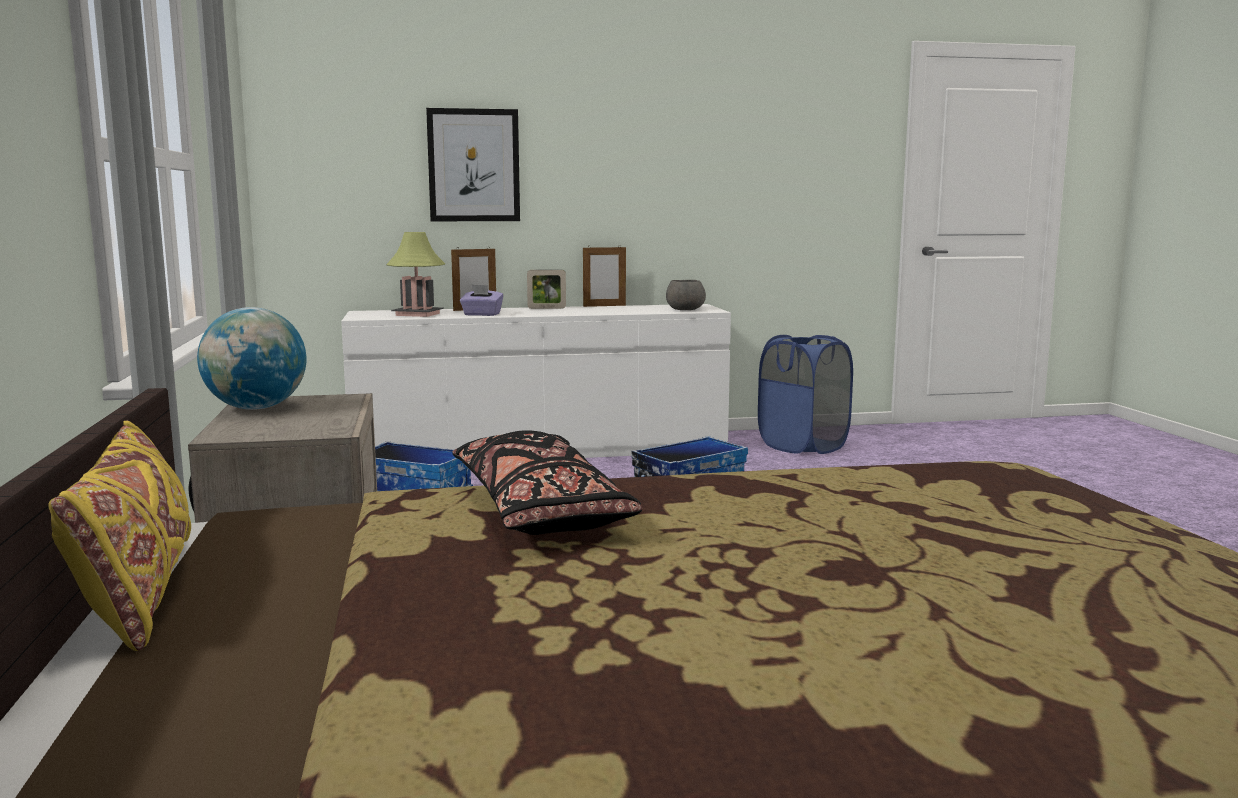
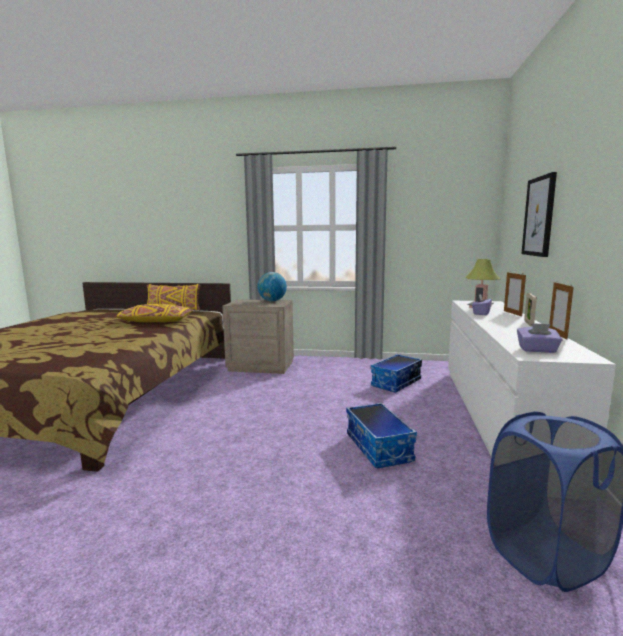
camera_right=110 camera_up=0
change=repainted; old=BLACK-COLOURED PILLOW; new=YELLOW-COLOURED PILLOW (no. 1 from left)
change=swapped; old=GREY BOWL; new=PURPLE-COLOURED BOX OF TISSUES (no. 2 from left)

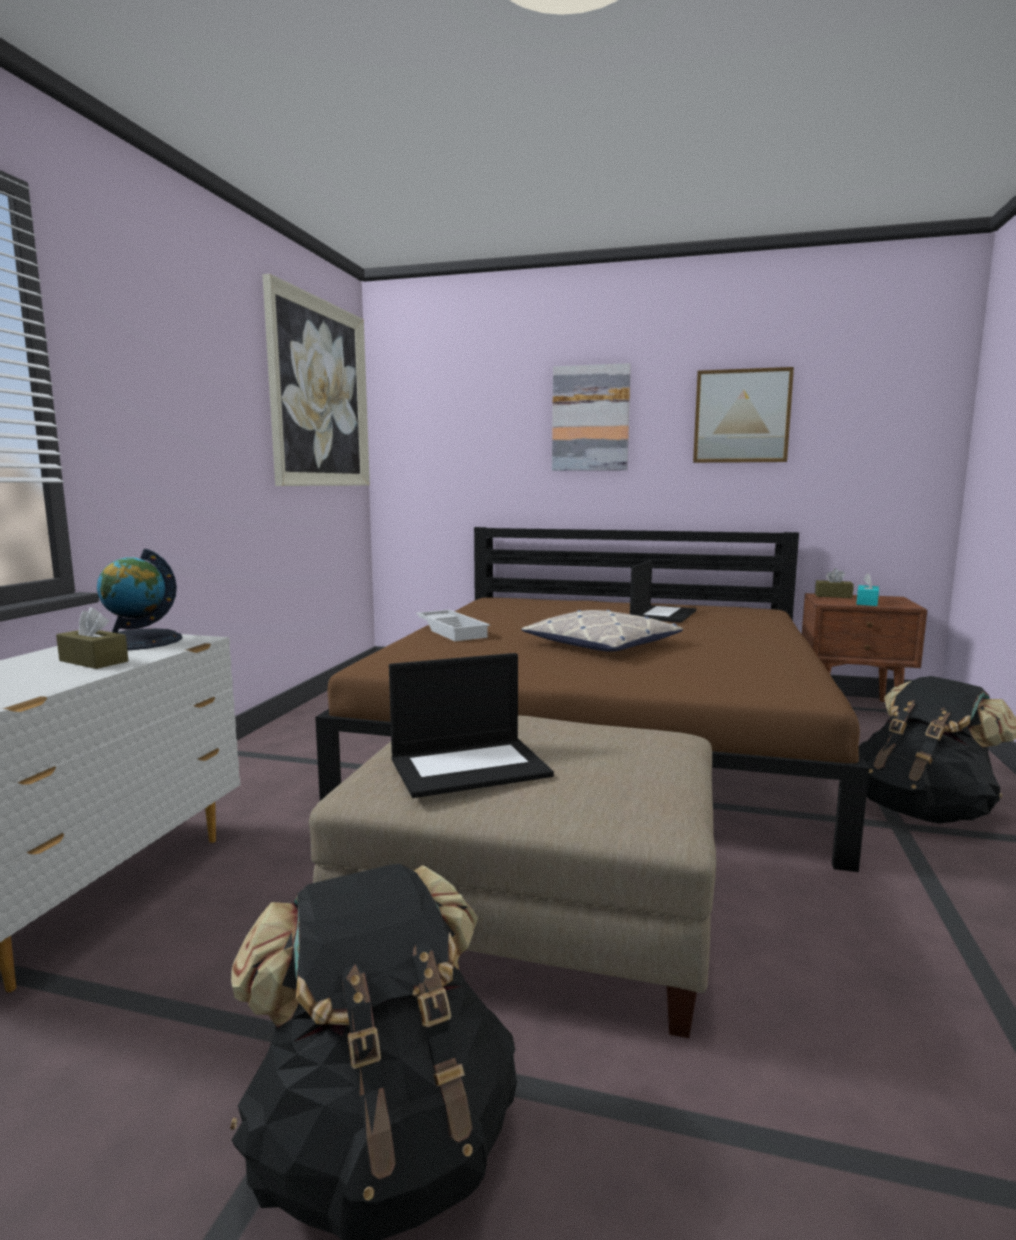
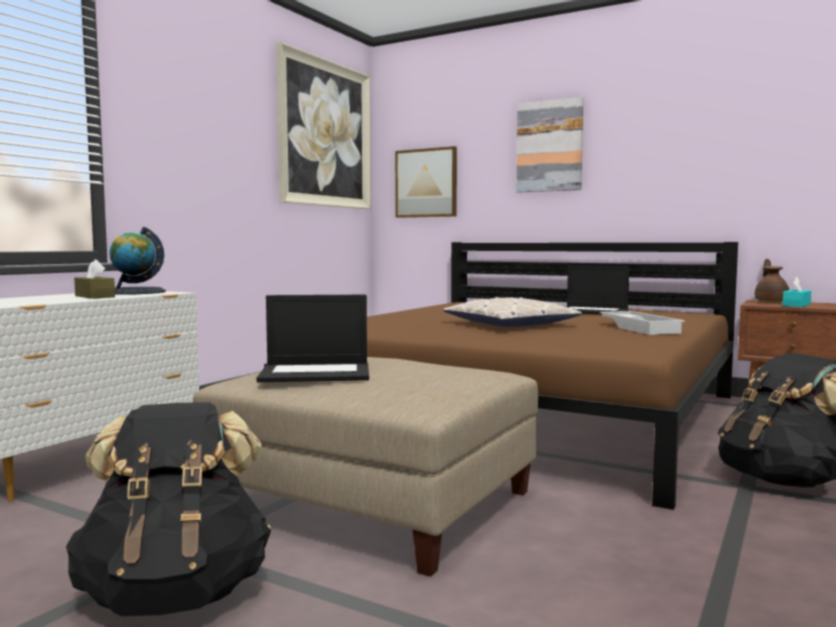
camera_right=15 camera_up=-5
change=shifted; old=WHITE CARRYING TRAY
change=rotated; old=PORTABLE COMPUTER (no. 2 from left); degrees=75
change=shifted; old=WALL ART (no. 3 from left in the first image); new=WALL ART (no. 2 from left)
change=swapped; old=BROWN-COLOURED BOX OF TISSUES (no. 2 from left); new=BROWN-COLOURED TEAPOT

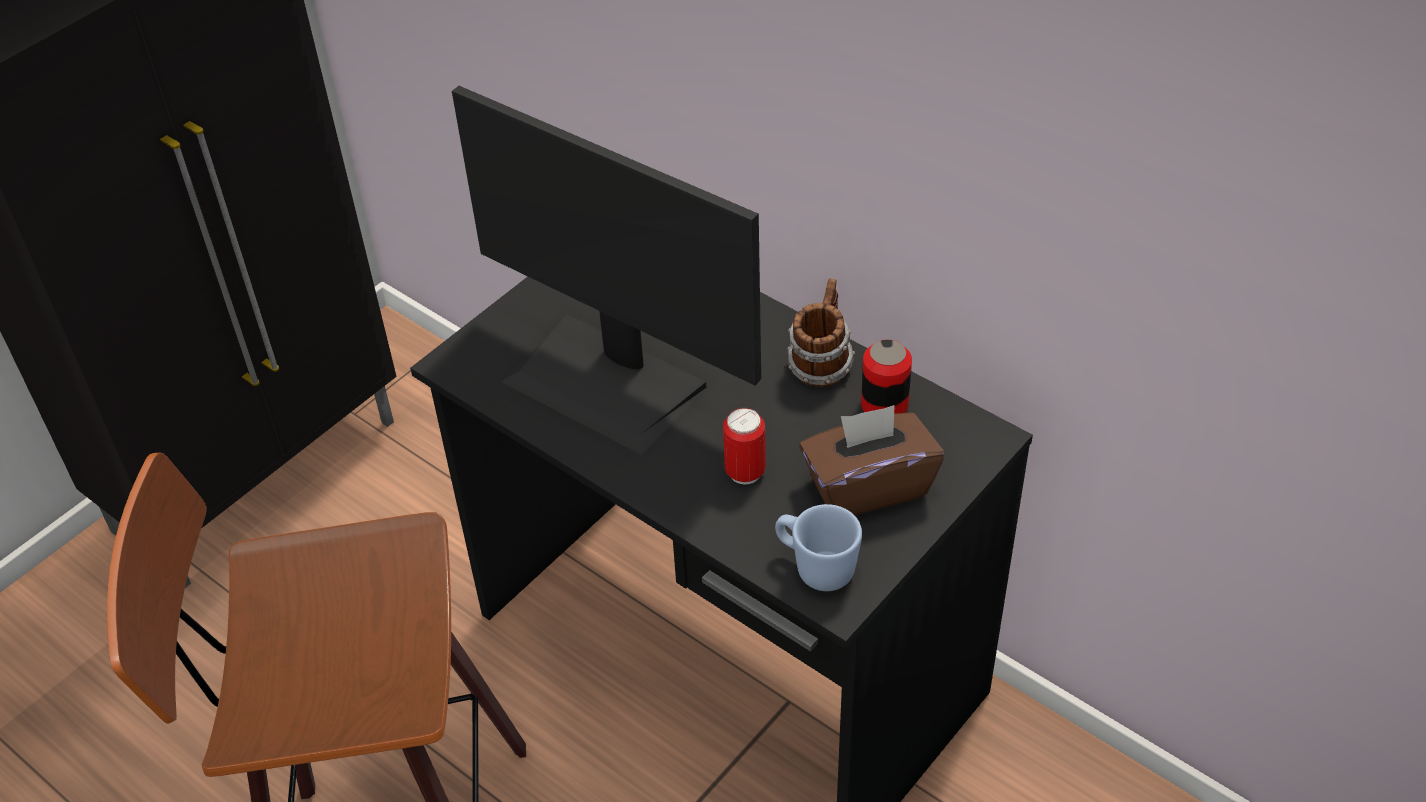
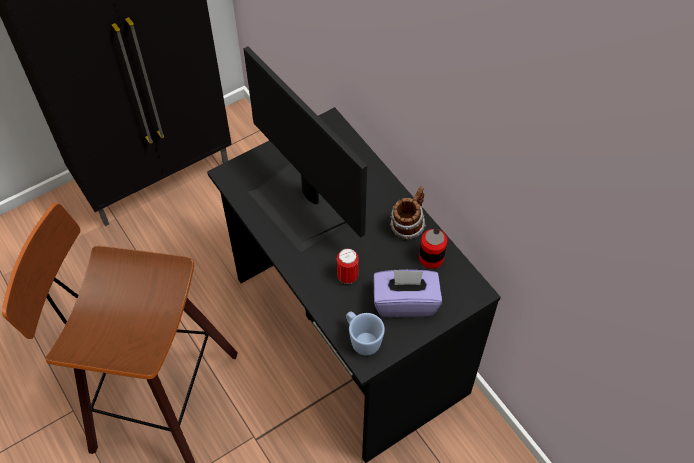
camera_right=15 camera_up=10
change=repainted; old=BROWN-COLOURED BOX OF TISSUES; new=PURPLE-COLOURED BOX OF TISSUES

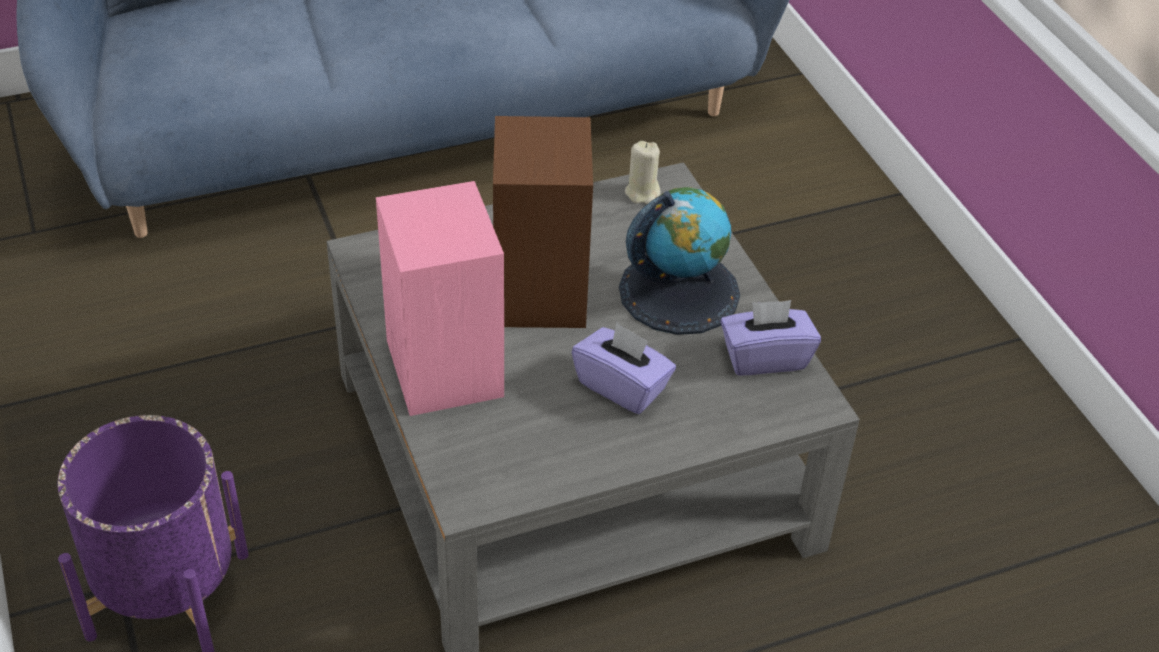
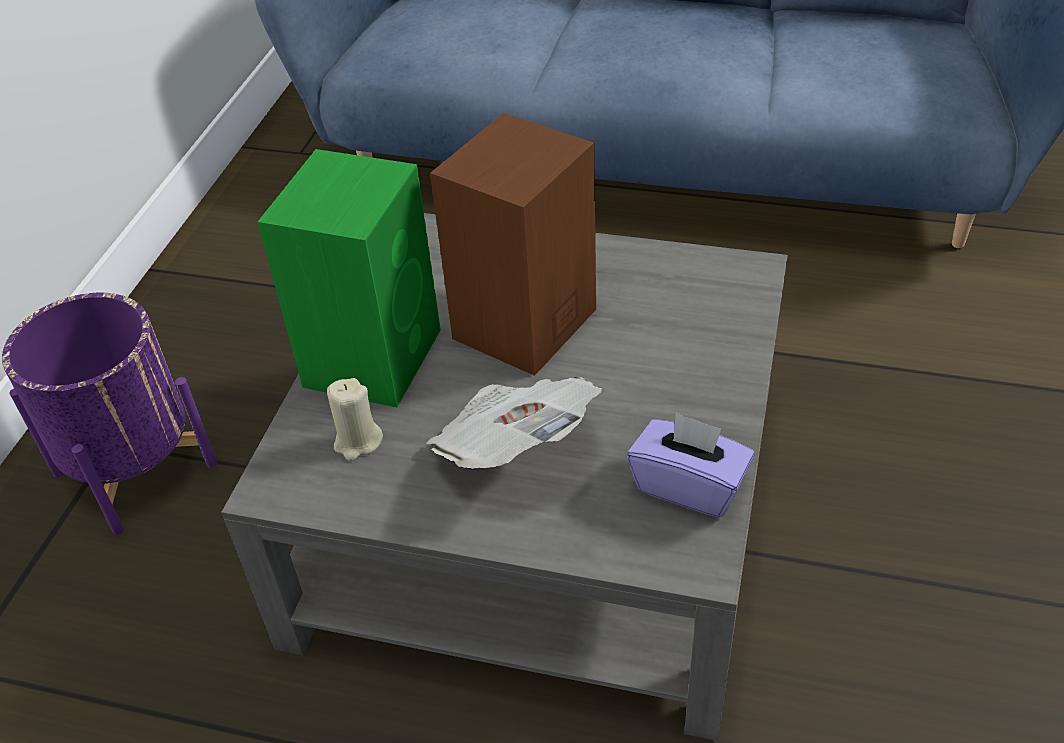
camera_right=40 camera_up=0
change=repainted; old=PINK-COLOURED AUDIO SPEAKER; new=GREEN-COLOURED AUDIO SPEAKER
change=swapped; old=PURPLE-COLOURED BOX OF TISSUES (no. 1 from left); new=PRINTED PAPER
change=gone; old=WORLD GLOBE
change=shifted; old=BEIGE-COLOURED CANDLE

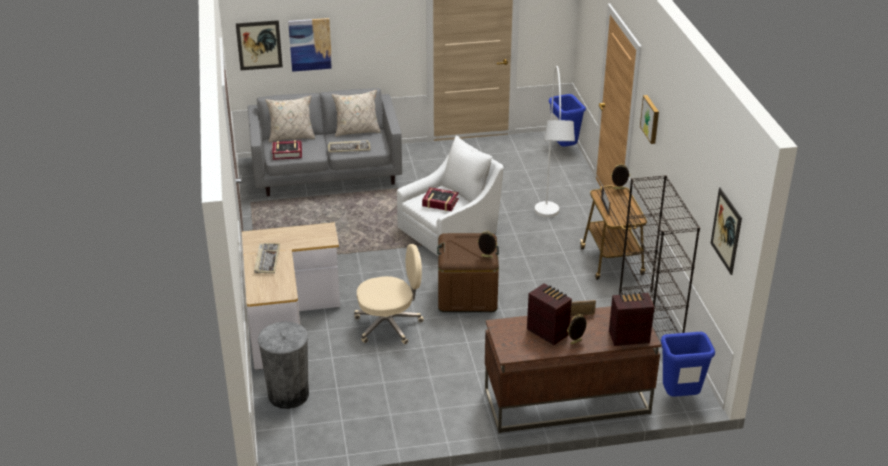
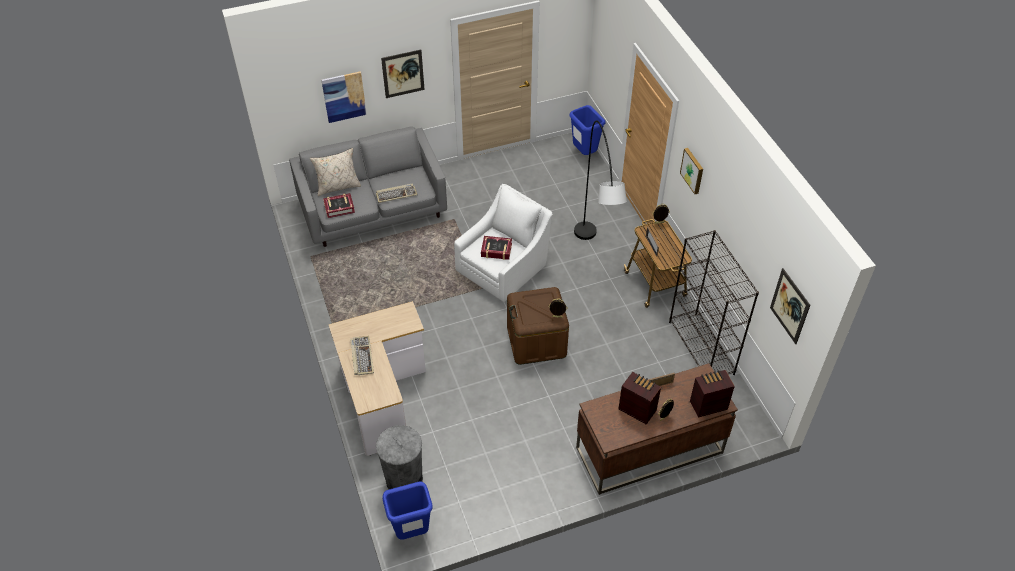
camera_right=-10 camera_up=15
change=shifted; old=WALL ART (no. 1 from left in the first image); new=WALL ART (no. 2 from left)
change=gone; old=BEIGE-COLOURED PILLOW (no. 2 from left)
change=gone; old=BEIGE-COLOURED DESK CHAIR
change=repainted; old=WHITE FLOOR LAMP; new=BLACK-COLOURED FLOOR LAMP
change=shifted; old=BLUISH TRASH CAN (no. 2 from left in the first image); new=BLUISH TRASH CAN (no. 1 from left)

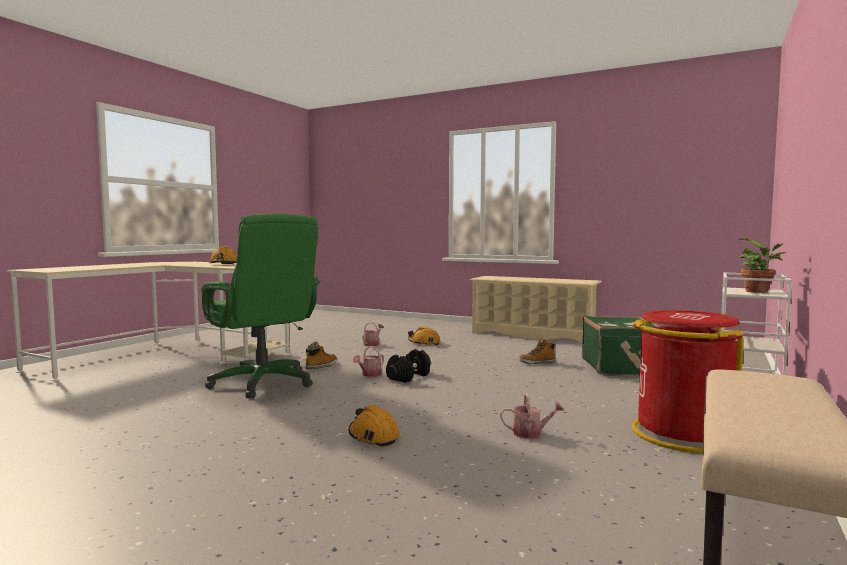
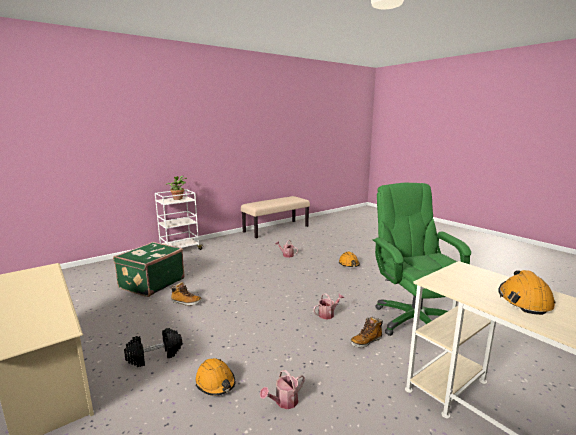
camera_right=-155 camera_up=10
change=shifted; old=BLACK-COLOURED DUMBBELL
change=gone; old=RED TRASH CAN

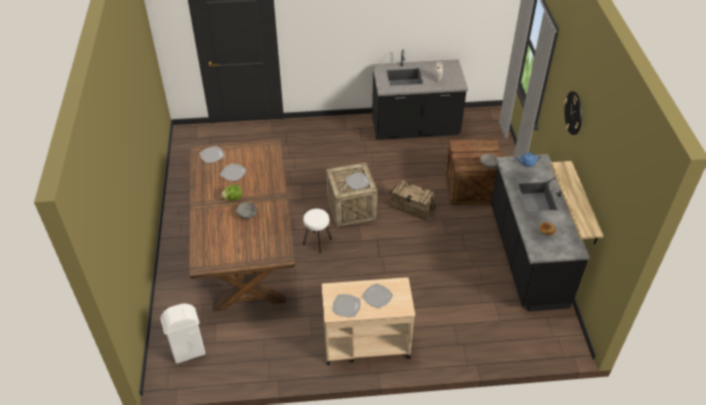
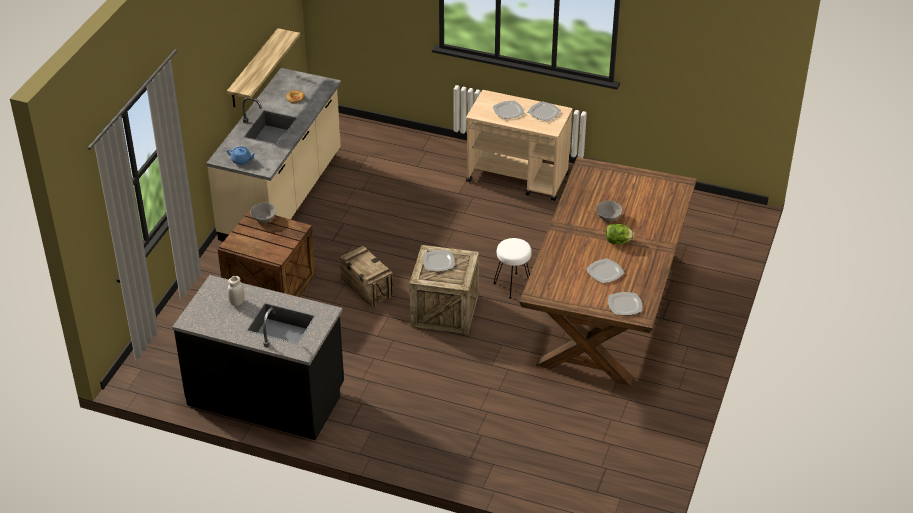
camera_right=-155 camera_up=-5
change=gone; old=WHITE TRASH CAN
change=repainted; old=BLACK-COLOURED COUNTER (no. 2 from left); new=BEIGE-COLOURED COUNTER
change=gone; old=WALL CLOCK

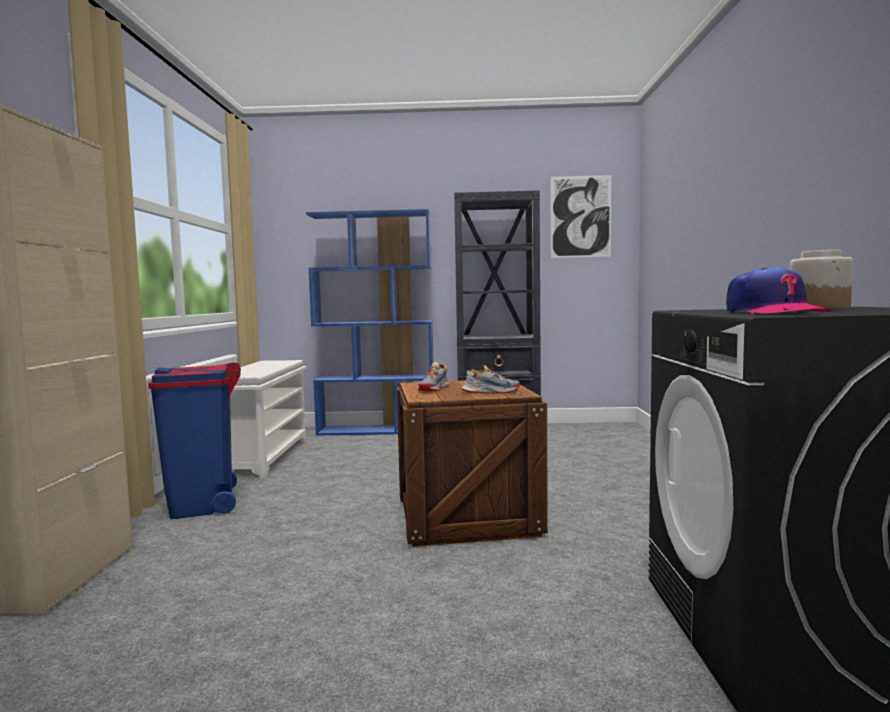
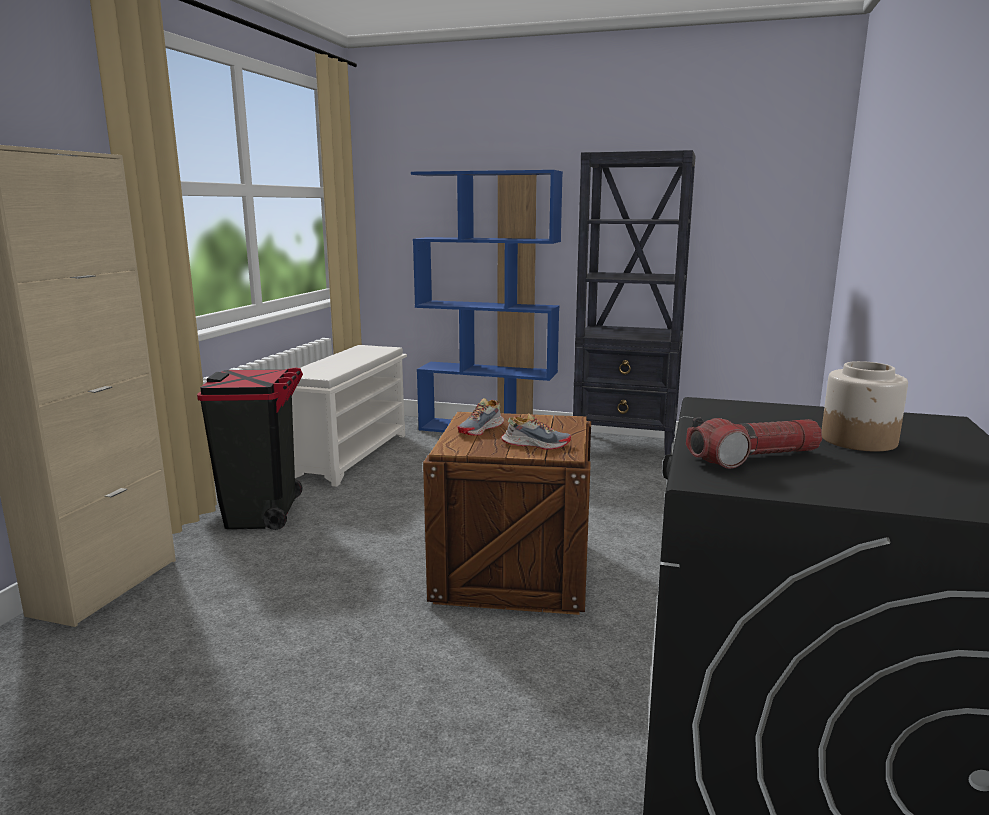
camera_right=15 camera_up=10
change=repainted; old=BLUISH TRASH CAN; new=BLACK-COLOURED TRASH CAN
change=gone; old=WALL ART
change=swapped; old=PEAKED CAP; new=FLASHLIGHT

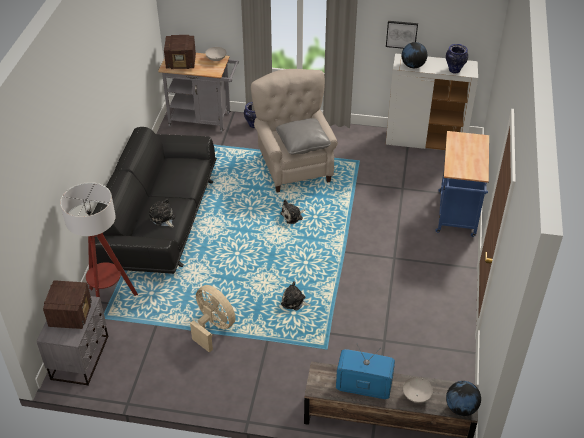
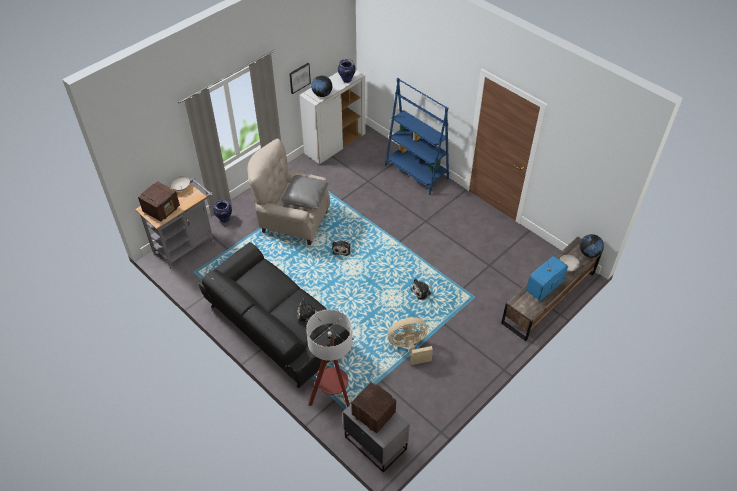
camera_right=-55 camera_up=5
change=swapped; old=BLUISH TROLLEY; new=BLUISH BOOKCASE

